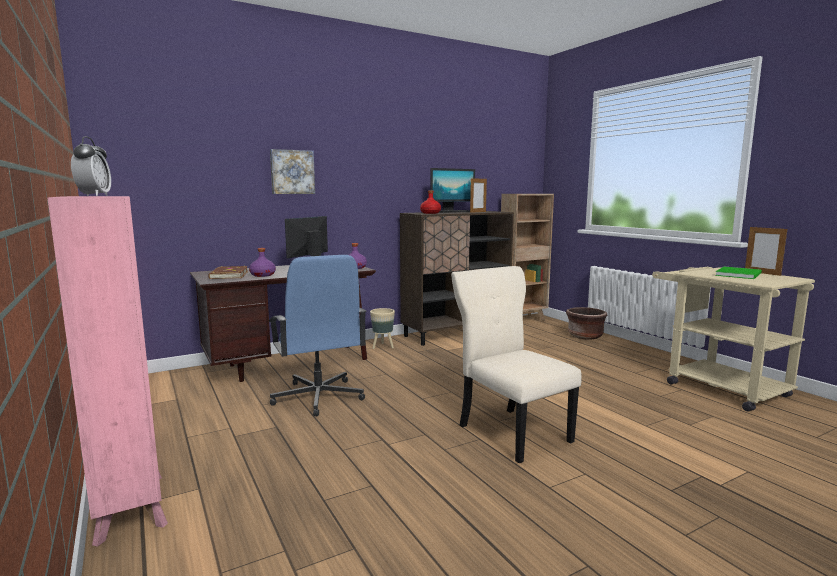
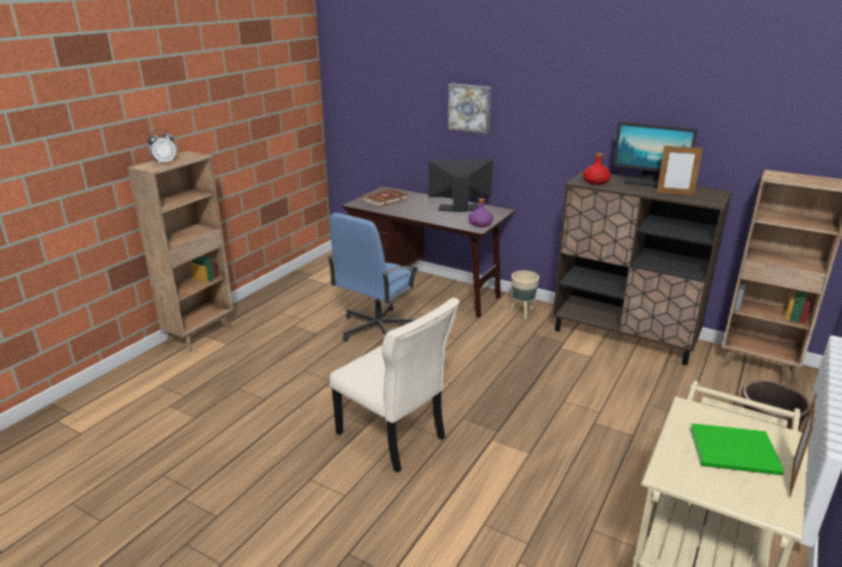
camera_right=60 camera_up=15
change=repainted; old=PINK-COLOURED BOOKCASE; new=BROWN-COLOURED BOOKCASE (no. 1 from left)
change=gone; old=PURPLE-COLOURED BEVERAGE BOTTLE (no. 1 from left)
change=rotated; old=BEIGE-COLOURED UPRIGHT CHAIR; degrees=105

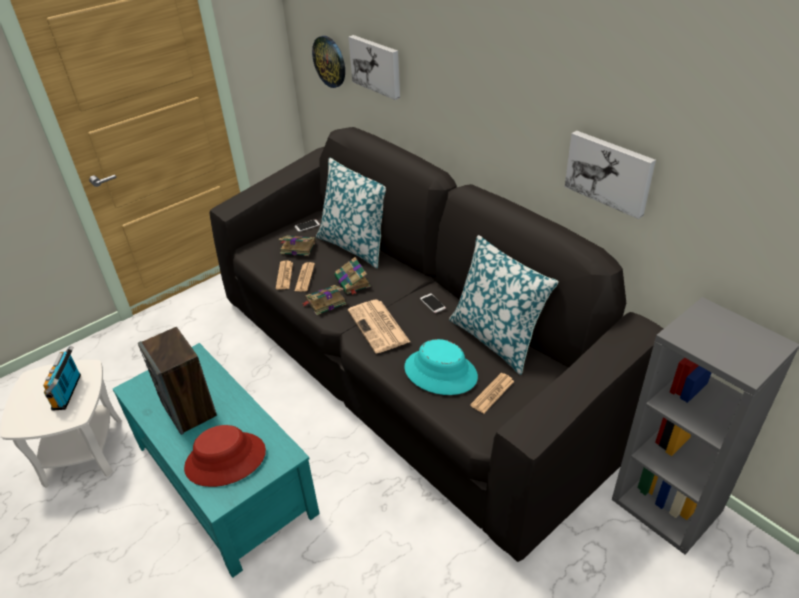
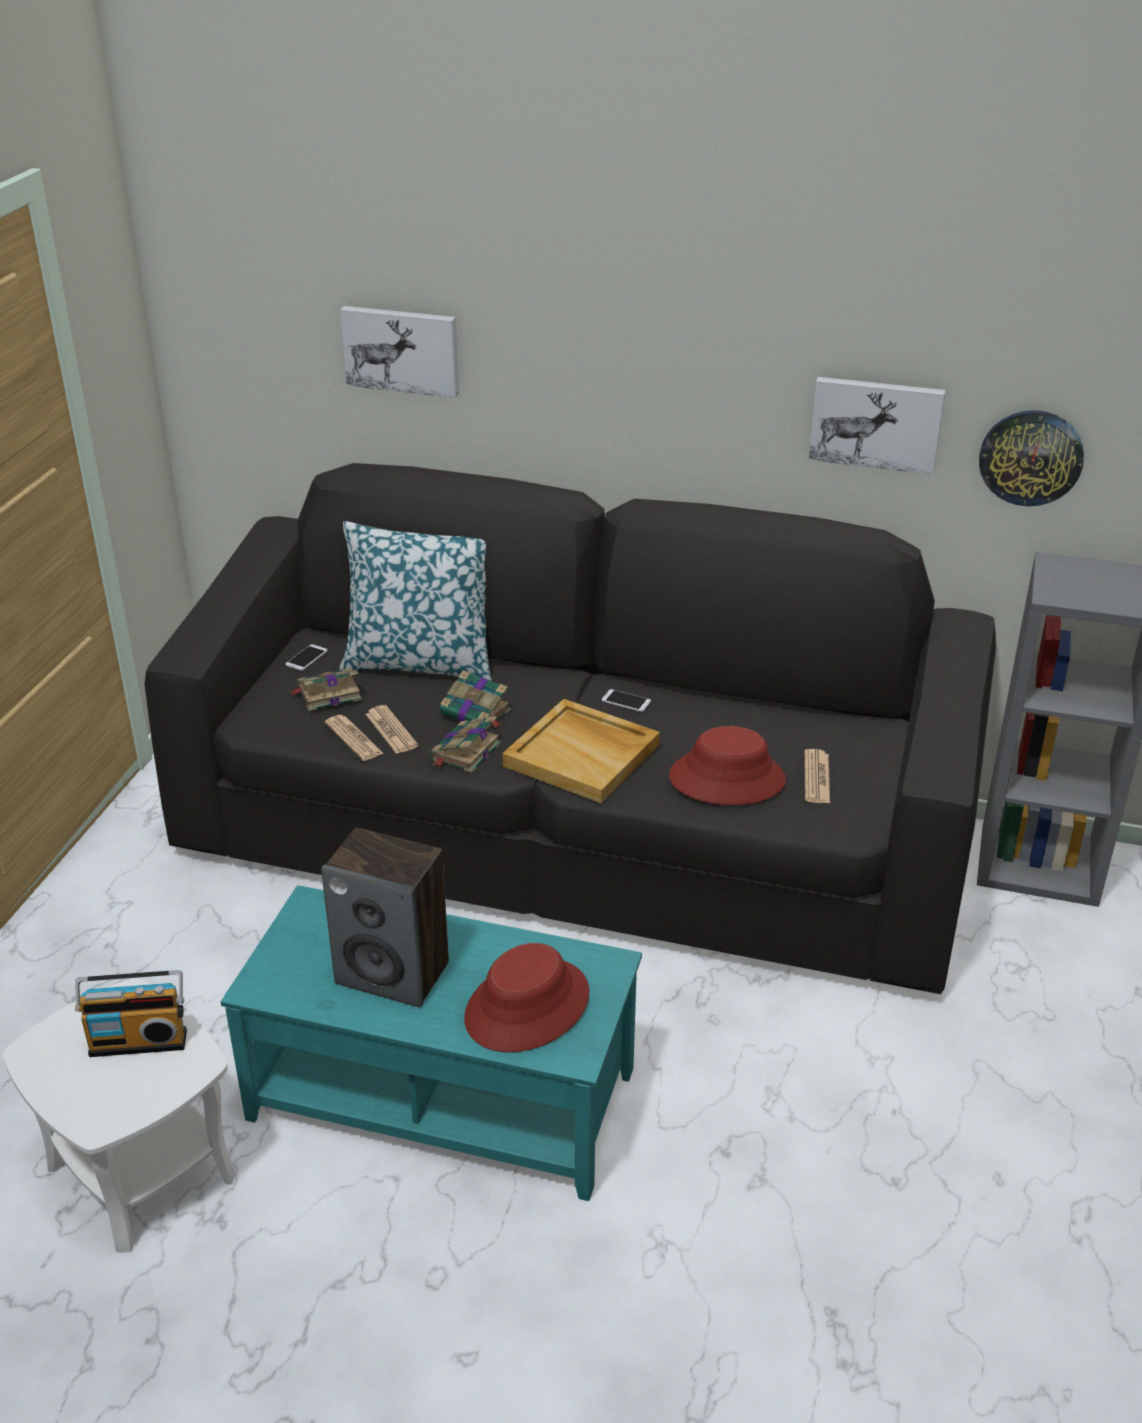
camera_right=-35 camera_up=-5
change=rotated; old=RADIO RECEIVER; degrees=-60
change=shifted; old=WALL CLOCK
change=swapped; old=PRINTED PAPER (no. 3 from left); new=BEIGE-COLOURED CARRYING TRAY
change=repainted; old=TURQUOISE-COLOURED HAT; new=RED HAT (no. 2 from left)
change=gone; old=PILLOW (no. 2 from left)

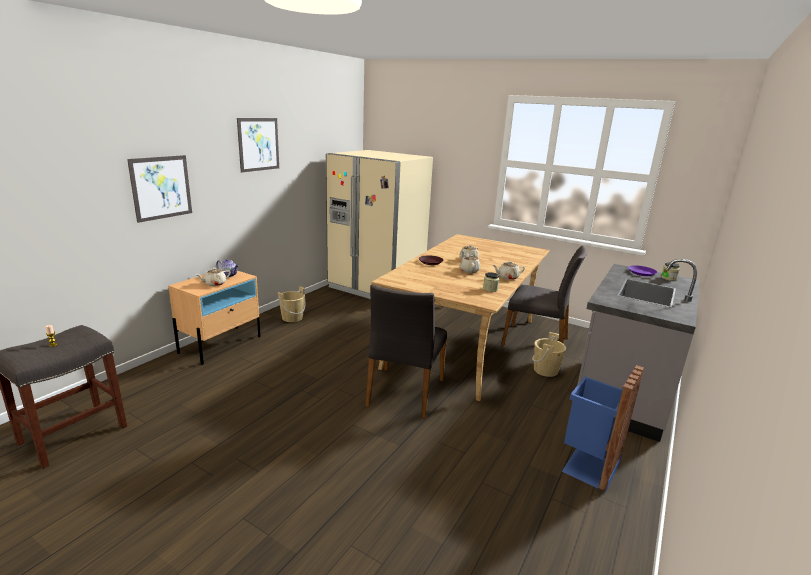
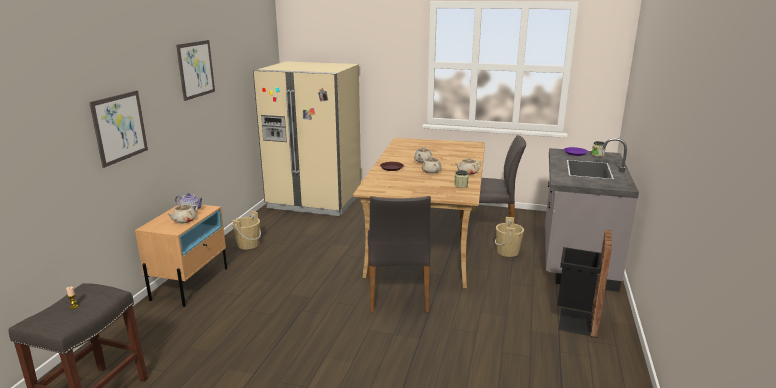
camera_right=-15 camera_up=0
change=repainted; old=BLUISH TRASH CAN; new=BLACK-COLOURED TRASH CAN

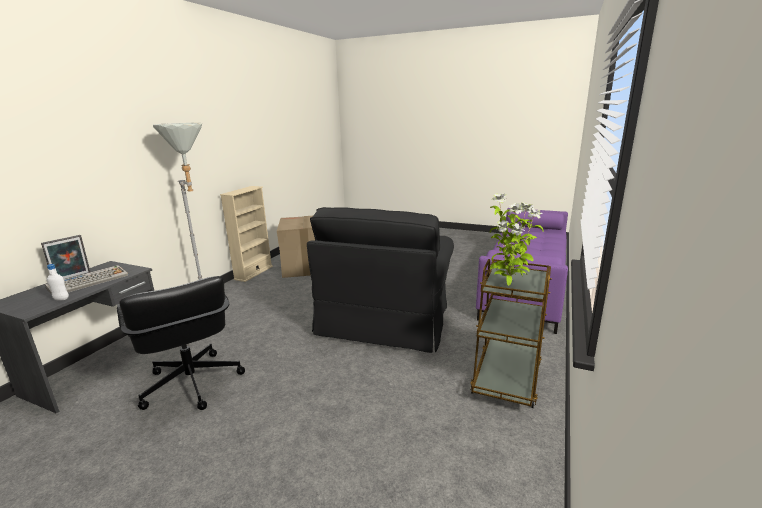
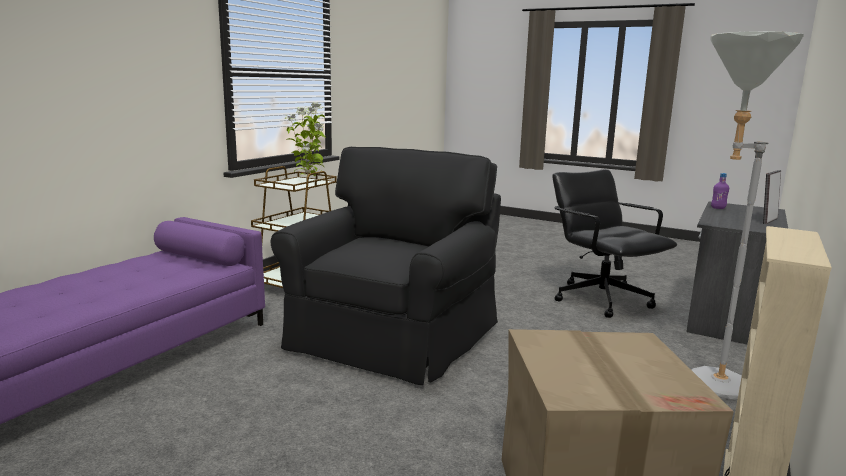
camera_right=-175 camera_up=-5
change=gone; old=PC KEYBOARD
change=repainted; old=WHITE BEVERAGE BOTTLE; new=PURPLE-COLOURED BEVERAGE BOTTLE

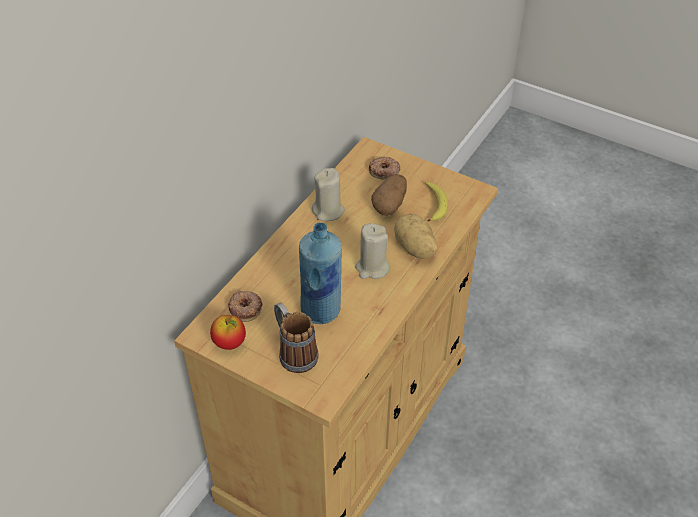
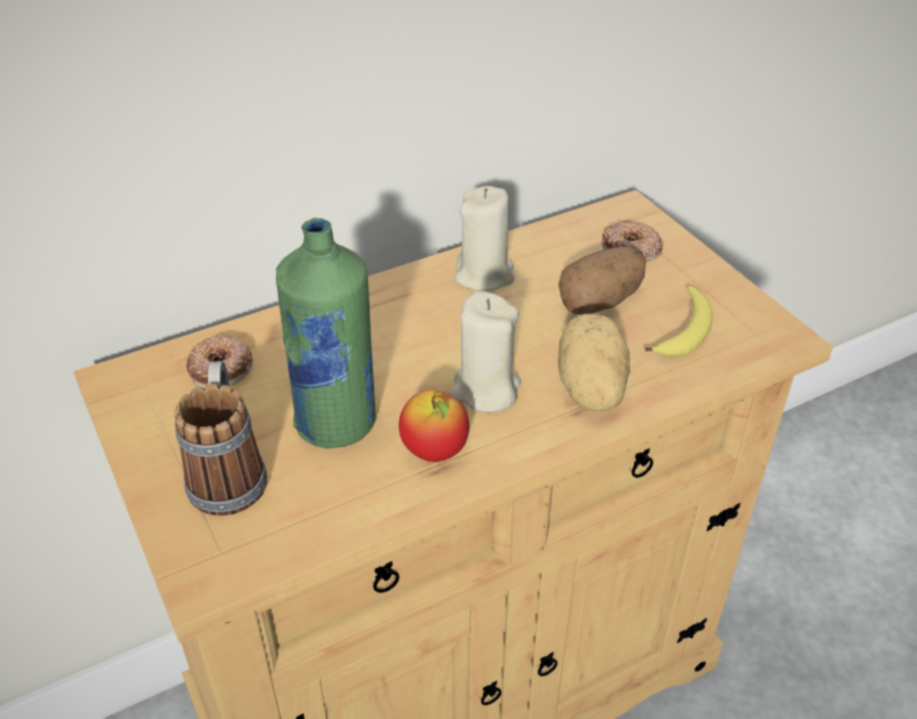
camera_right=30 camera_up=-5
change=shifted; old=APPLE
change=repainted; old=BLUISH BEVERAGE BOTTLE; new=GREEN-COLOURED BEVERAGE BOTTLE

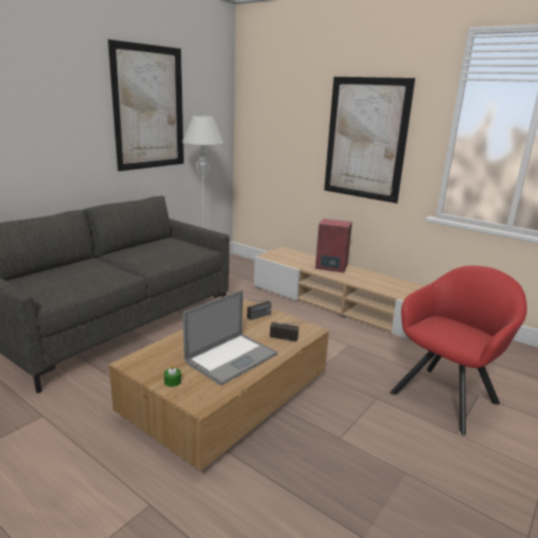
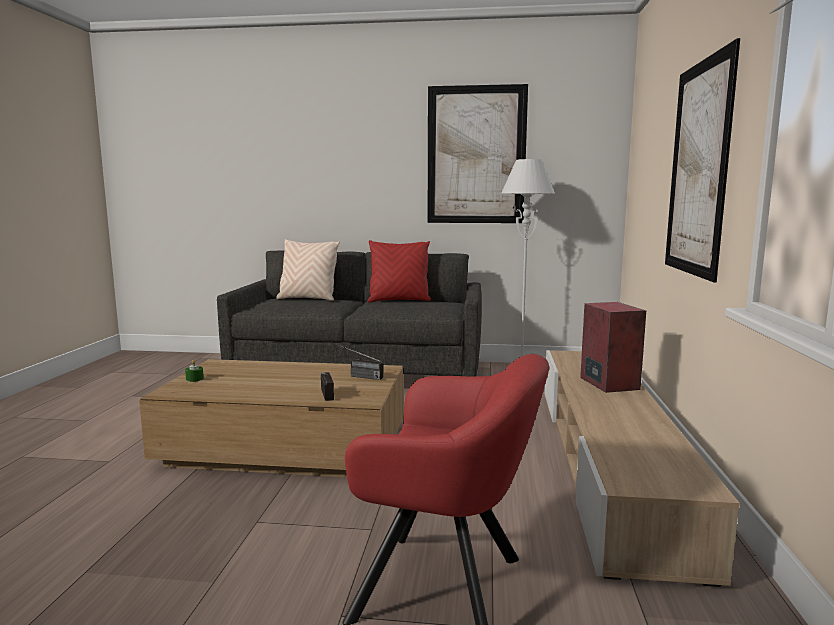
camera_right=60 camera_up=-10
change=gone; old=PORTABLE COMPUTER
change=new; new=BEIGE-COLOURED PILLOW
change=new; new=RED PILLOW

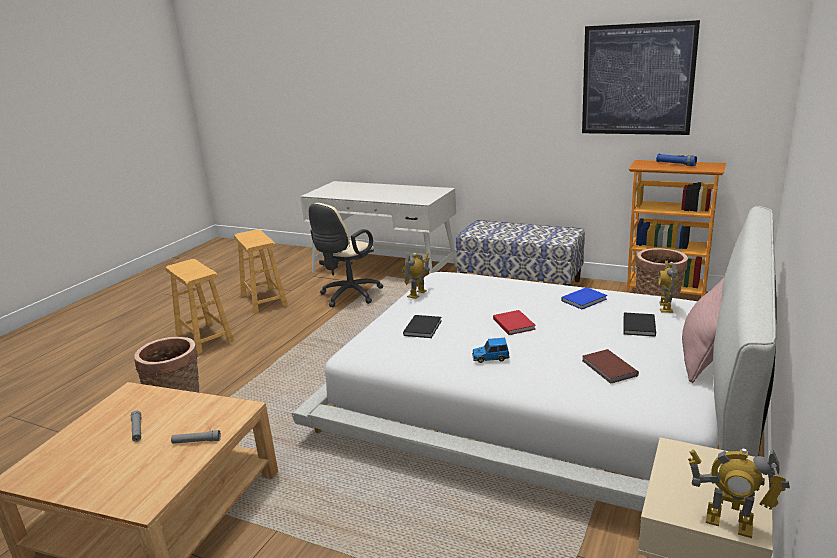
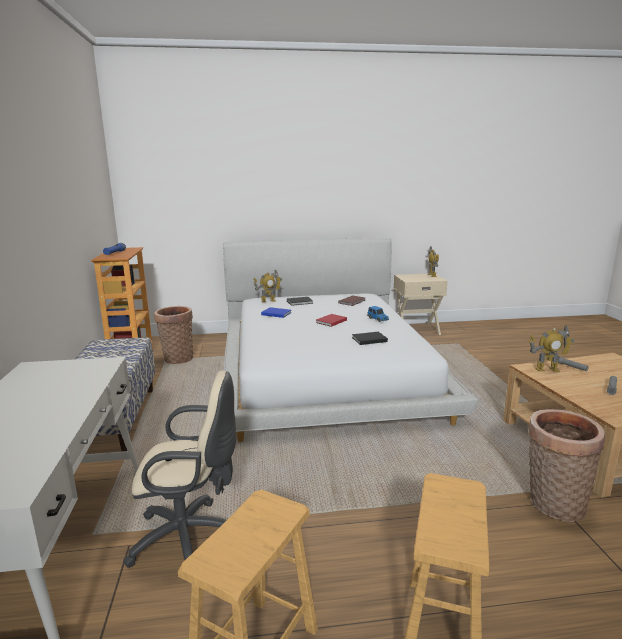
camera_right=-125 camera_up=-5
change=shifted; old=TOY ROBOT (no. 1 from left in the first image); new=TOY ROBOT (no. 3 from left)
change=gone; old=WALL ART
change=gone; old=PINK-COLOURED PILLOW

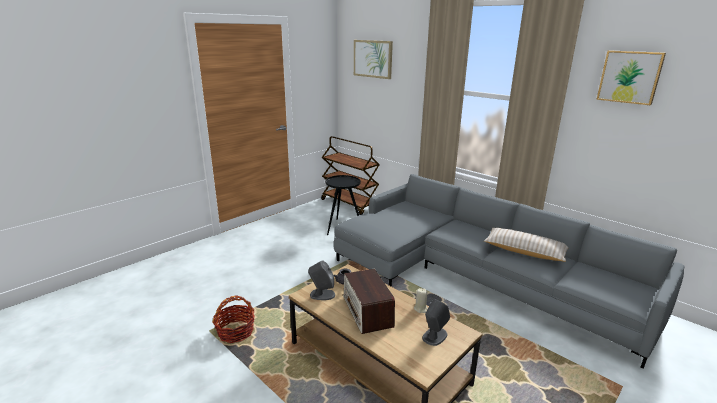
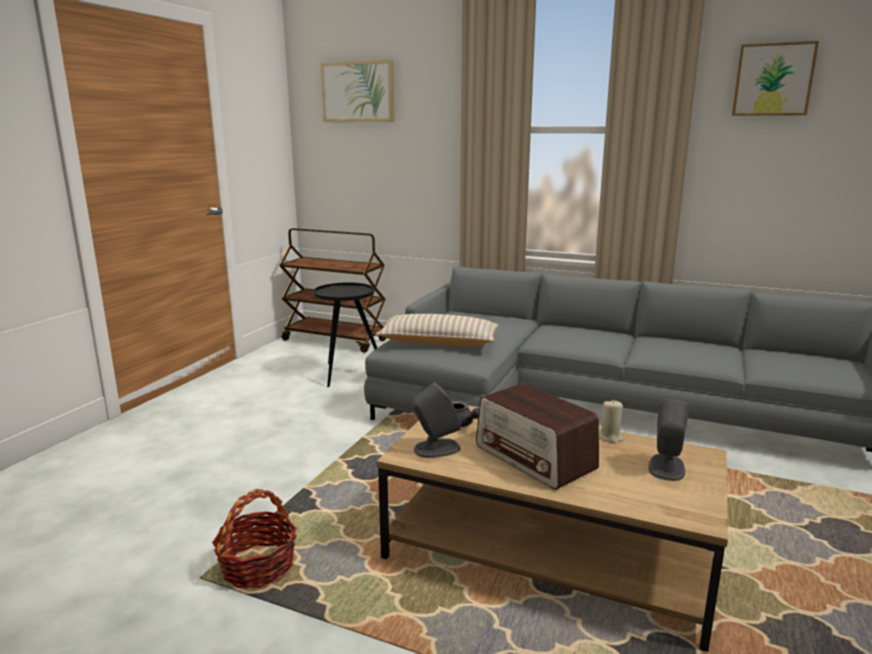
camera_right=-20 camera_up=-5
change=shifted; old=BEIGE-COLOURED PILLOW

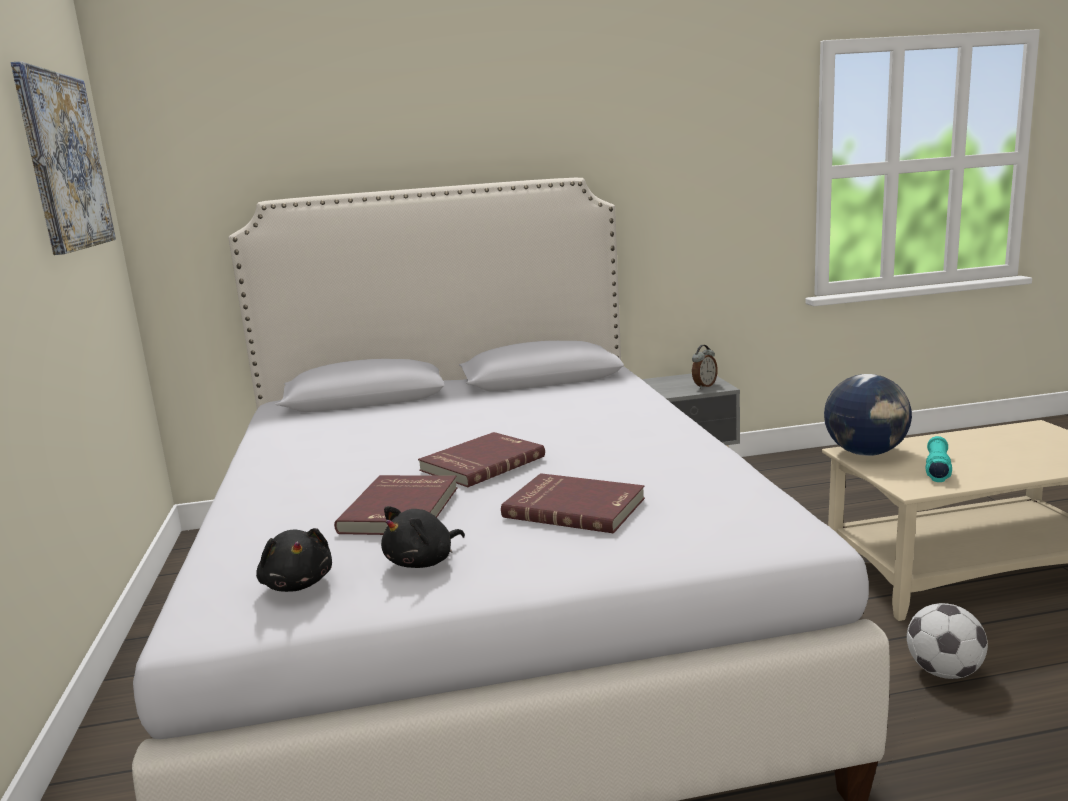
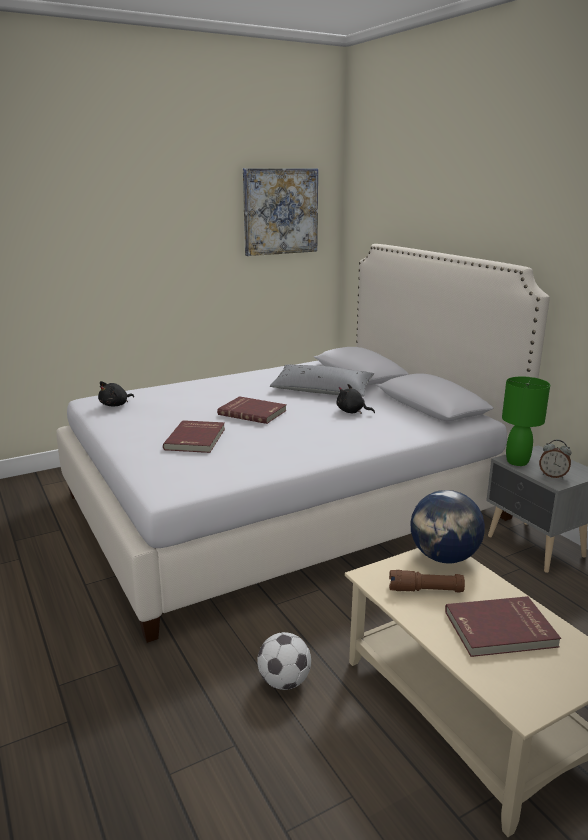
camera_right=70 camera_up=5
change=shifted; old=RED BOUND BOOK (no. 1 from left in the first image); new=RED BOUND BOOK (no. 3 from left)
change=shifted; old=BLACK-COLOURED PLUSH TOY (no. 2 from left)
change=repainted; old=TURQUOISE-COLOURED FLASHLIGHT; new=BROWN-COLOURED FLASHLIGHT
change=new; new=GREY PILLOW
change=new; new=GREEN-COLOURED LAMP FOR A TABLE

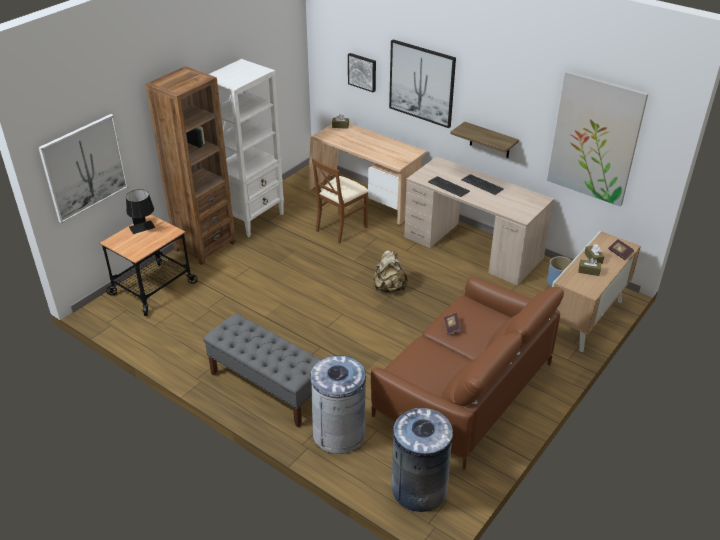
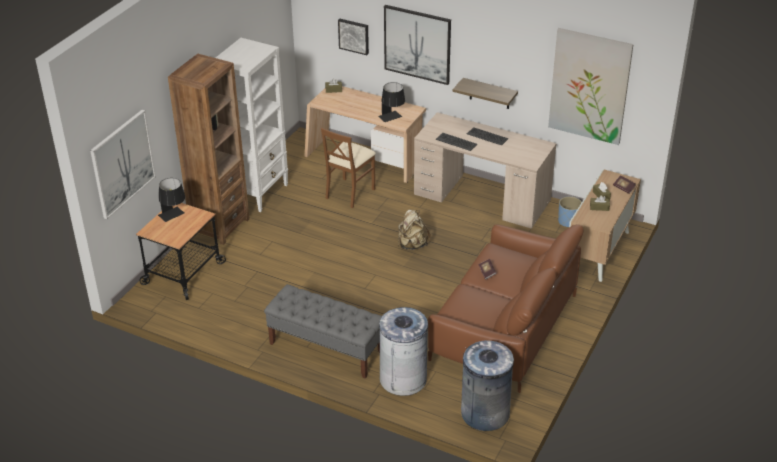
camera_right=-10 camera_up=0
change=new; new=BLACK-COLOURED LAMP FOR A TABLE (no. 2 from left)

